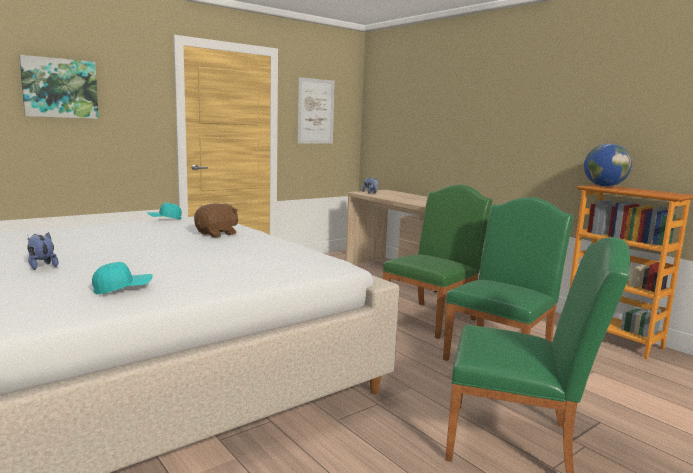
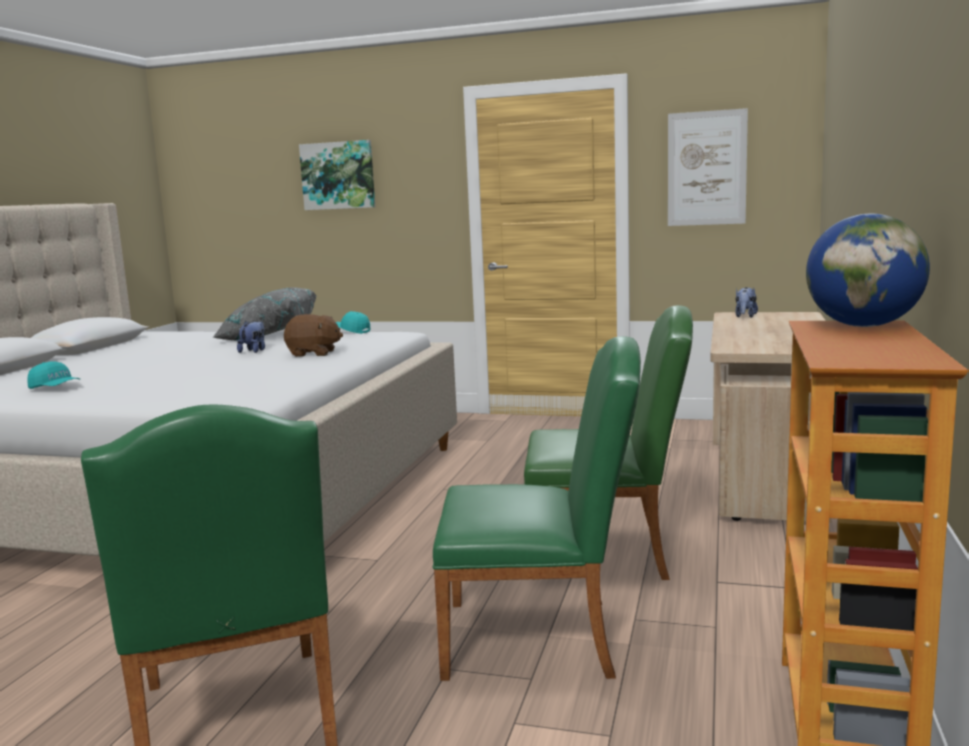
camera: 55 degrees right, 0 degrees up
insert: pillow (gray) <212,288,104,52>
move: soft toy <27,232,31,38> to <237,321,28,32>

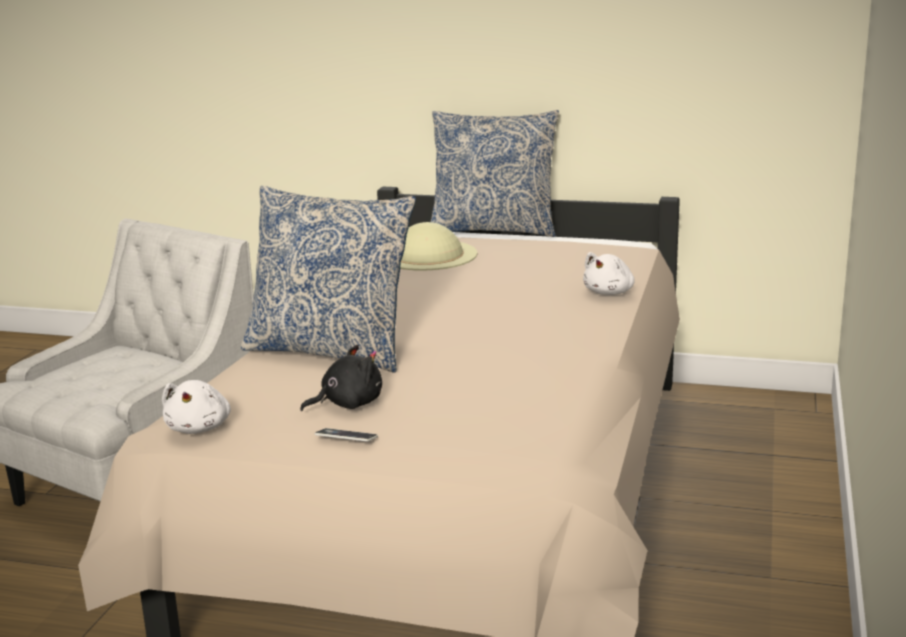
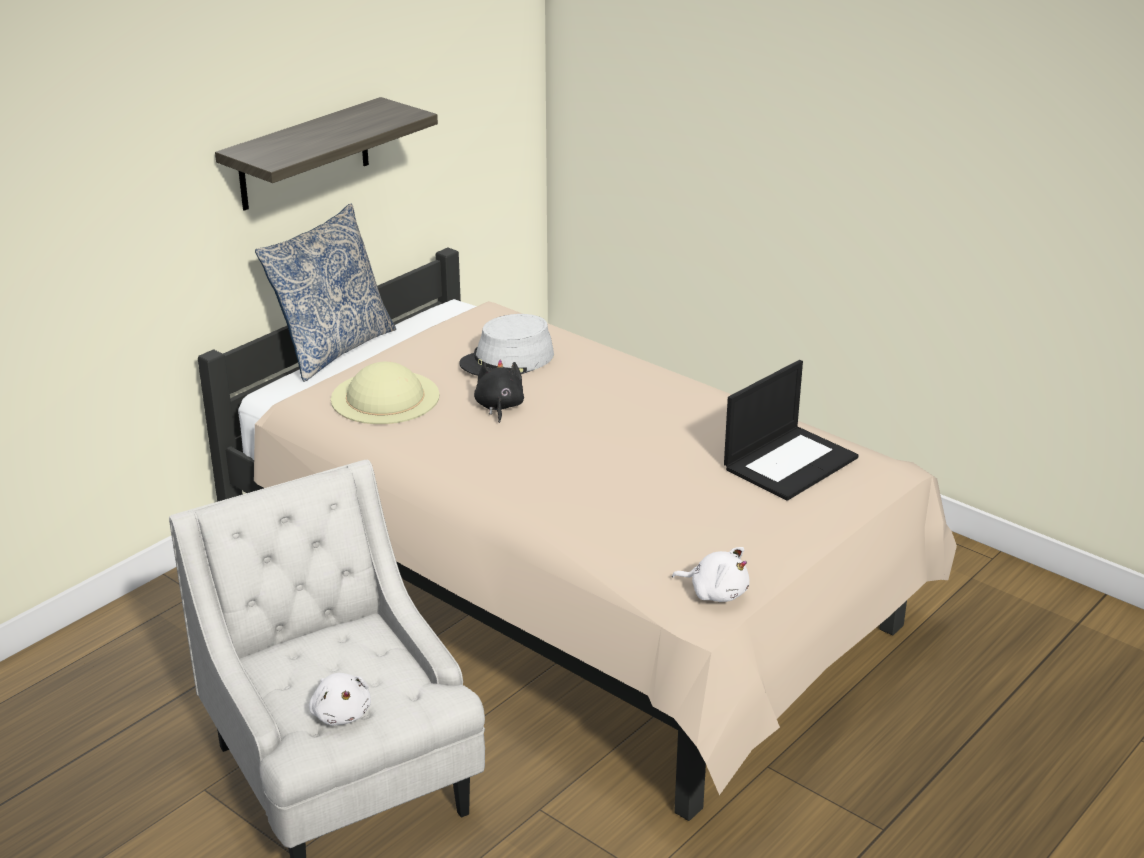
camera: 65 degrees left, 10 degrees up
delete: pillow <241,186,175,186>; handset <315,428,63,13>
insert: shelf <215,97,223,114>; hat (gray) <459,314,95,62>; notebook computer <724,360,135,141>
move: soft toy (black-coloured) <300,345,82,66> to <474,360,50,63>; soft toy (white-coloured) <583,252,52,43> to <309,673,62,52>

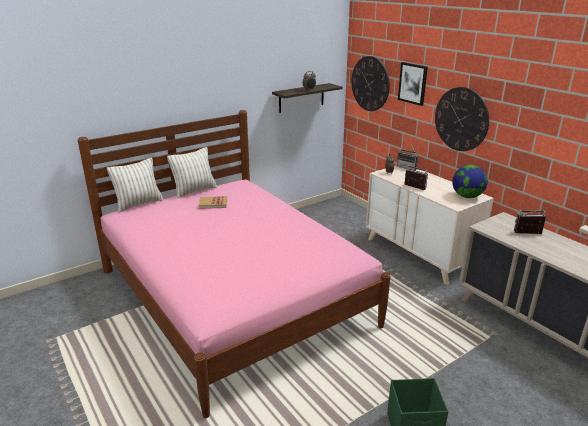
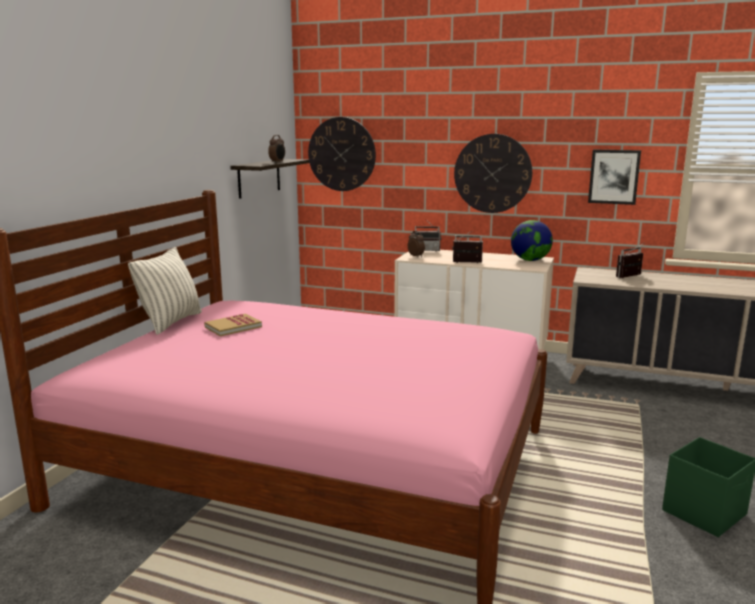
camera: 35 degrees left, 10 degrees down
delete: pillow <107,158,56,54>
move: wall picture <398,62,30,44> to <588,150,53,55>

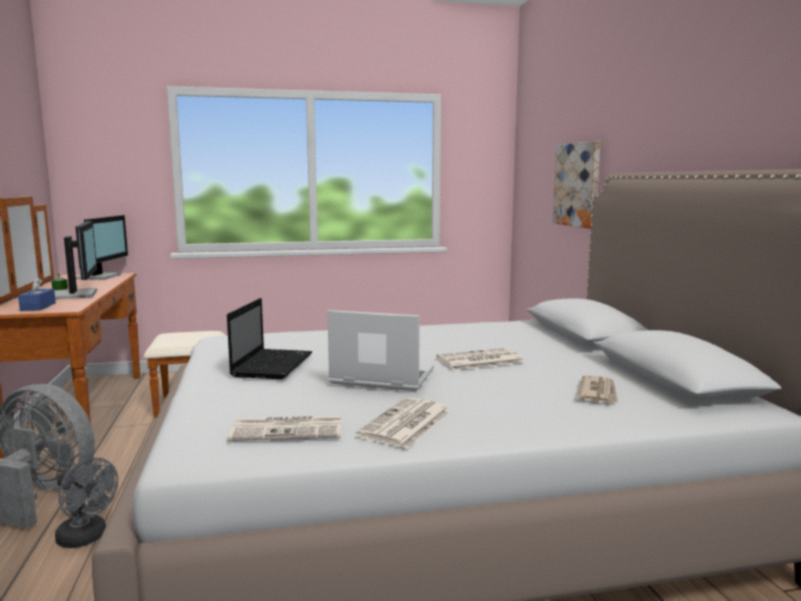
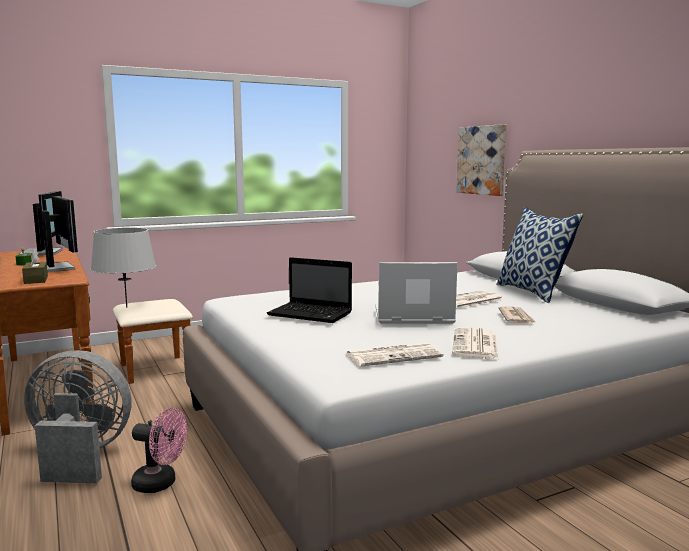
camera: 15 degrees left, 0 degrees up
insert: lamp for a table (gray) <91,228,65,79>; pillow <497,207,86,96>
move: printed paper <577,375,41,28> to <498,307,39,16>
recolor: box of tissues (bluish) <18,277,38,34> to box of tissues (brown) <22,250,26,34>; electric fan (gray) <55,458,63,90> to electric fan (pink) <131,408,56,85>
rotate: notebook computer <227,298,85,81> = <267,257,85,66> 120 degrees clockwise

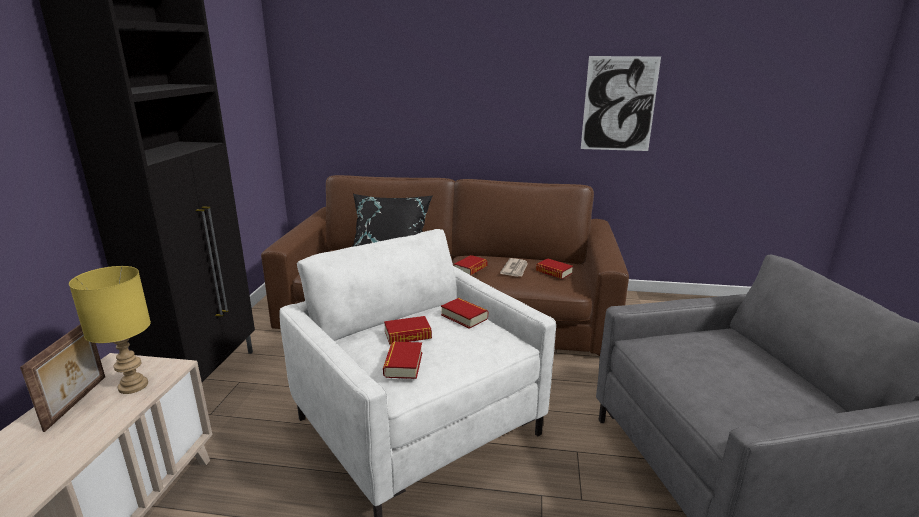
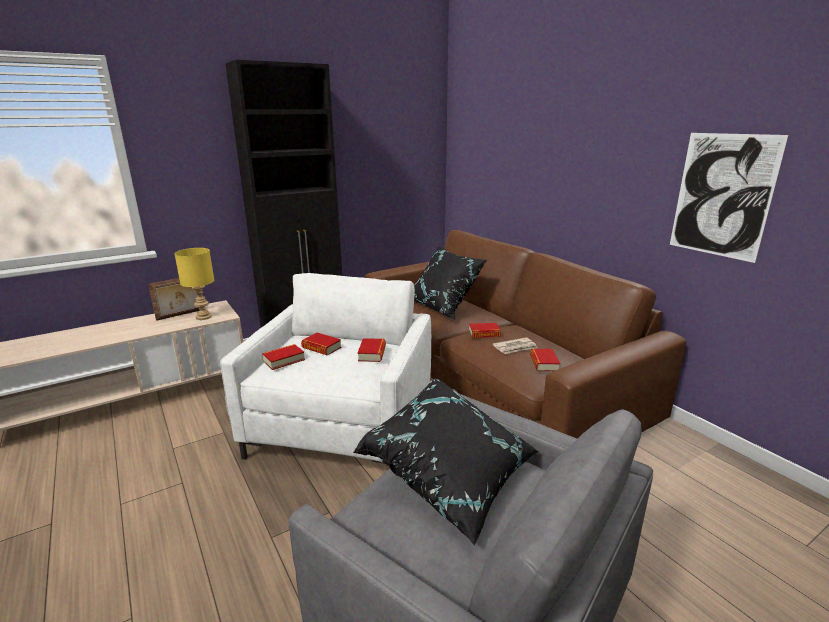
camera: 50 degrees right, 0 degrees up
insert: pillow (black-coloured) <353,378,186,168>

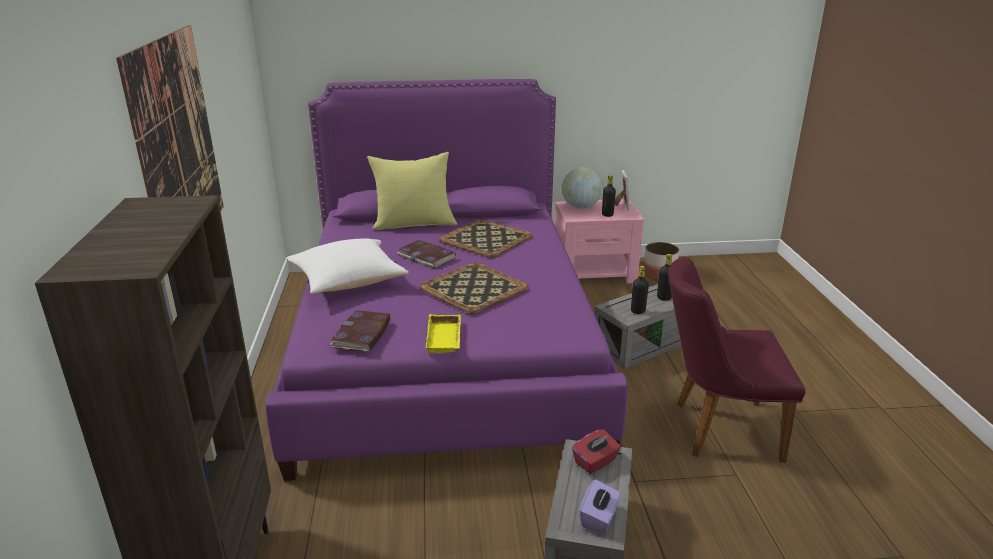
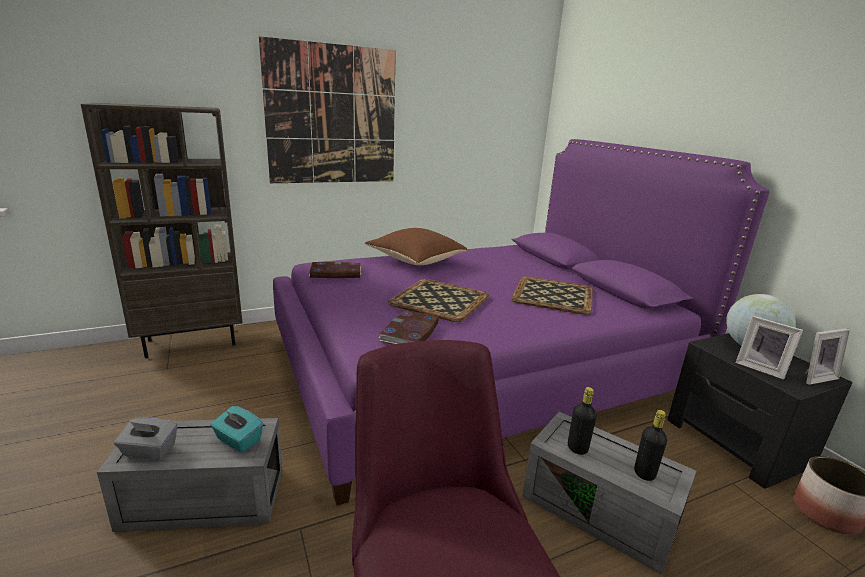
camera: 70 degrees right, 5 degrees down
delete: pillow (yellow) <367,152,90,78>; tray (yellow) <426,314,35,40>
move: bound book <397,240,59,29> to <378,310,61,35>
replace: beverage bottle (black-coloured) <602,175,14,42> to picture frame <736,316,67,64>
recolor: pillow (white-coloured) <286,238,123,56> to pillow (brown) <365,228,102,37>; bedside table (pink) <555,199,89,84> to bedside table (black-coloured) <667,333,186,156>; box of tissues (red-coloured) <572,429,49,45> to box of tissues (blue-green) <210,406,53,47>; box of tissues (purplish) <579,480,42,54> to box of tissues (gray) <114,418,63,41>

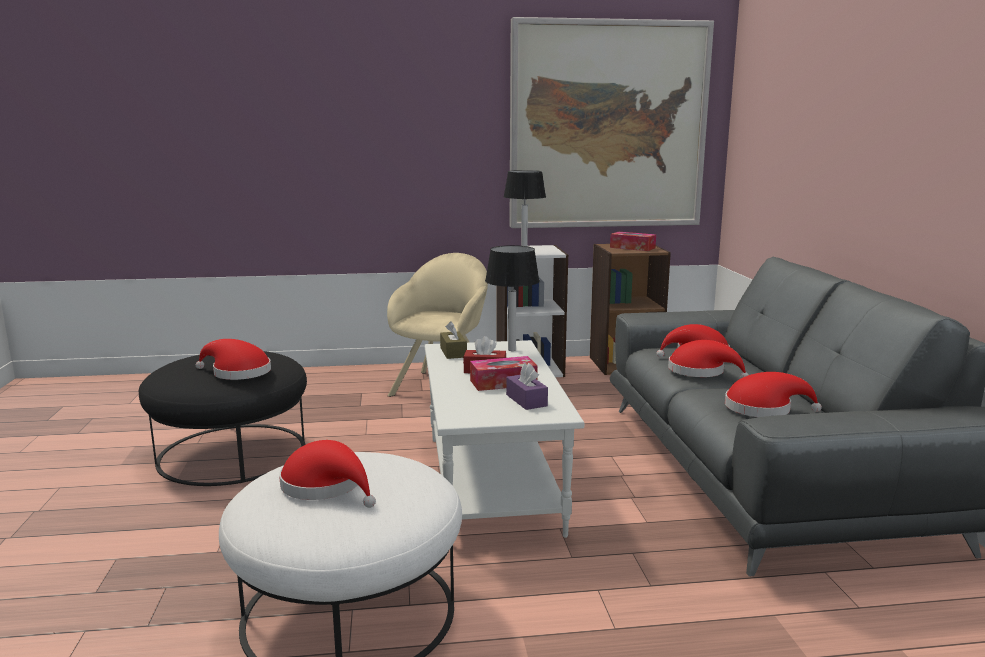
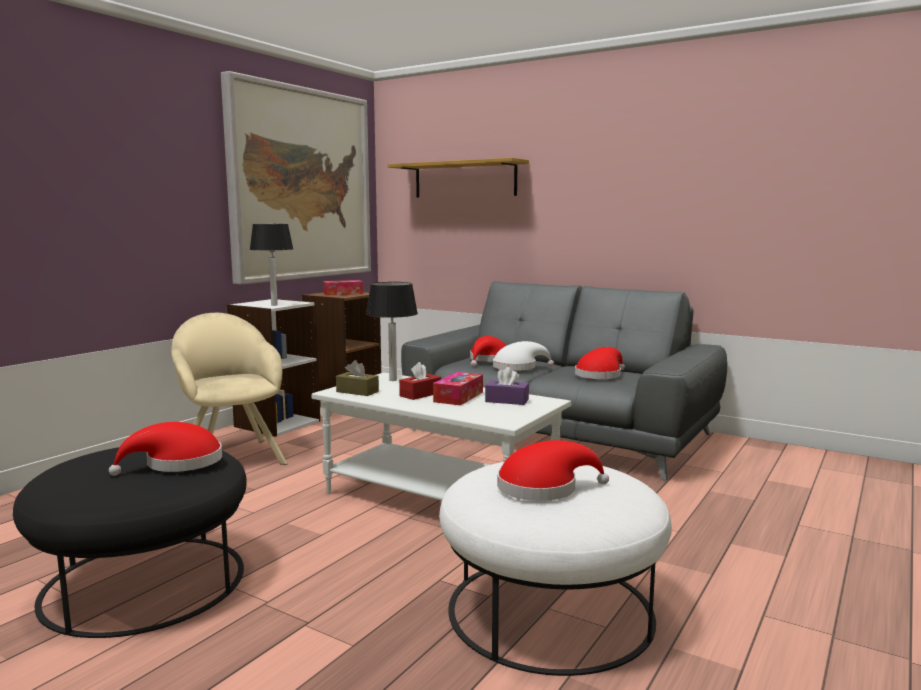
camera: 50 degrees left, 5 degrees down
insert: shelf <388,158,141,40>
recolor: hat (red-coloured) <668,340,81,38> to hat (white-coloured) <493,341,61,30>

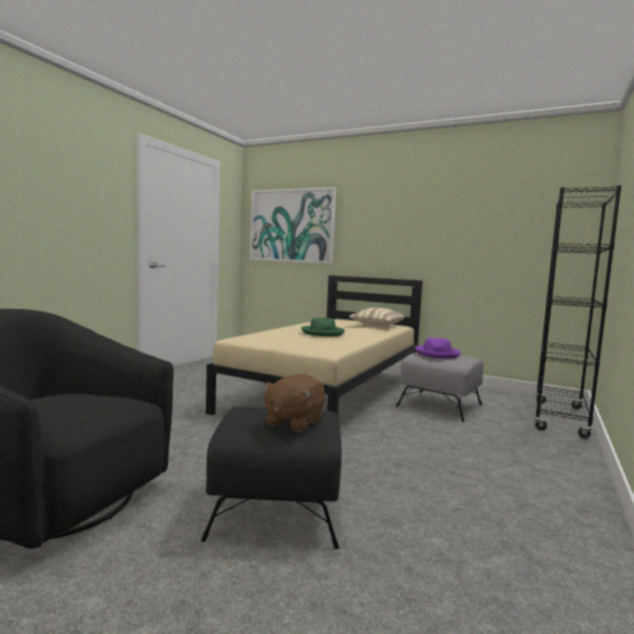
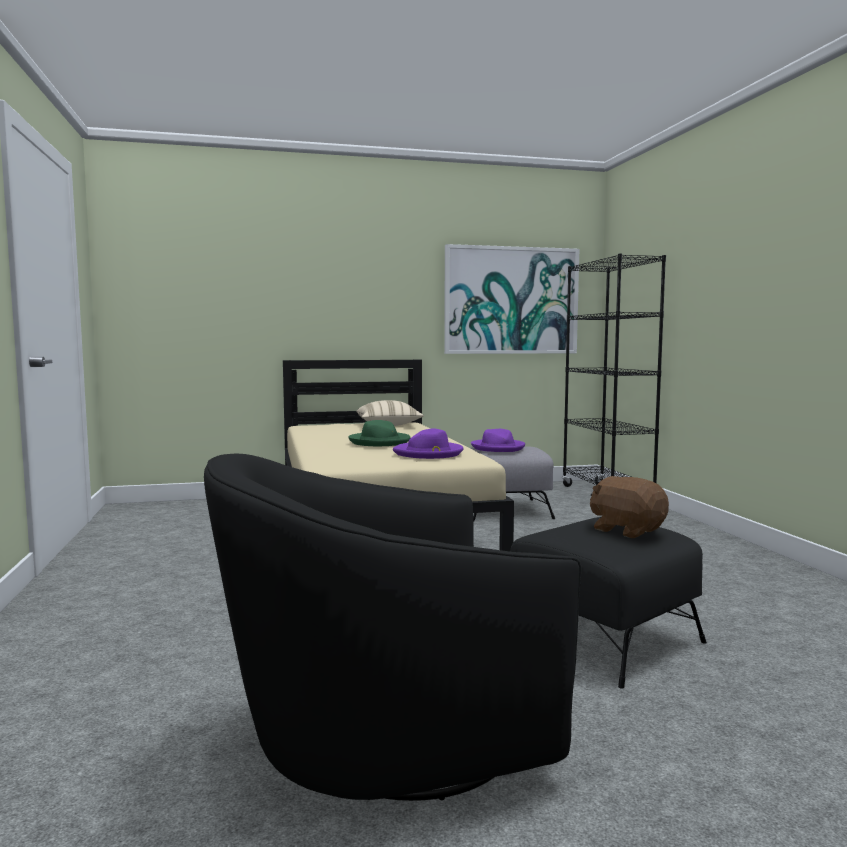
camera: 40 degrees left, 0 degrees up
insert: hat (purplish) <393,429,70,30>
move: wall picture <250,187,86,77> to <444,244,135,110>
rotate: soft toy (brown) <263,374,62,58> = <590,476,79,62> 150 degrees clockwise

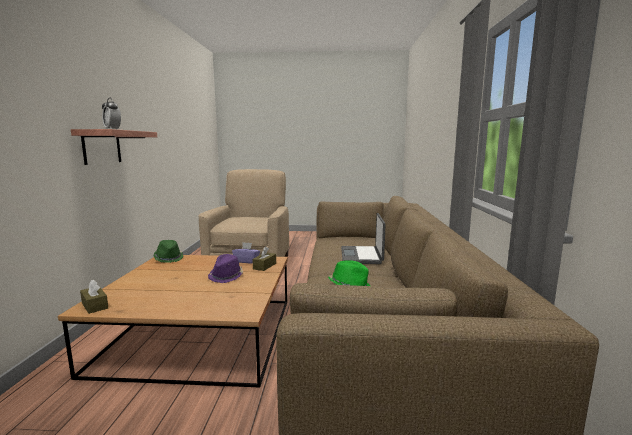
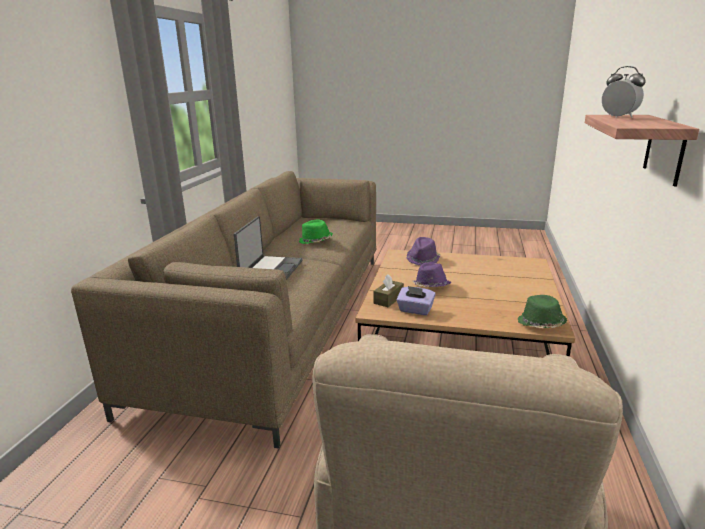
camera: 170 degrees left, 10 degrees up
delete: box of tissues (brown) <80,280,28,34>
insert: hat (purplish) <407,237,33,28>

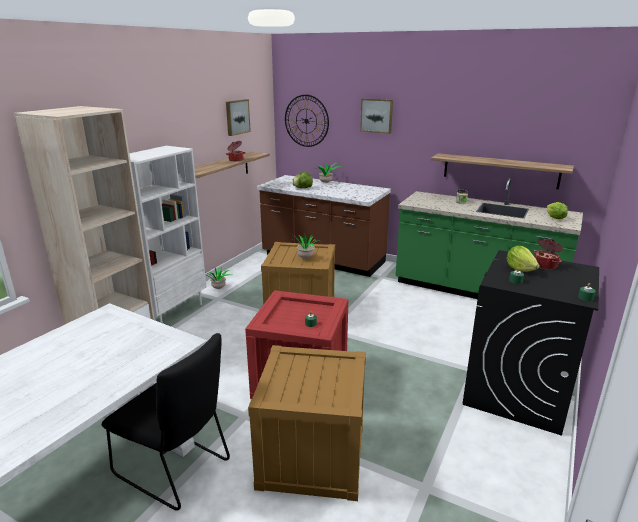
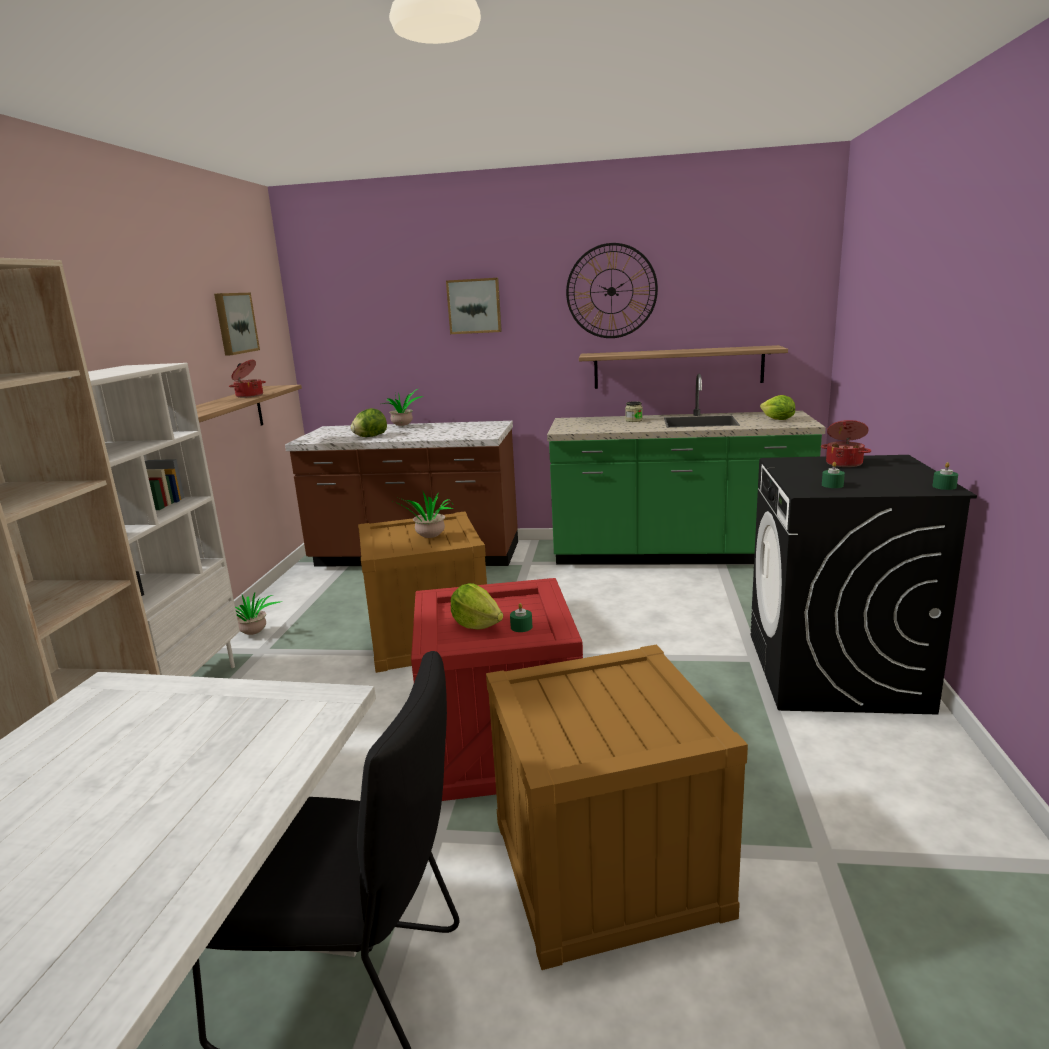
camera: 20 degrees left, 5 degrees down
move: wall clock <285,95,44,52> to <566,243,92,95>; lettuce head <506,246,34,26> to <451,583,52,47>

